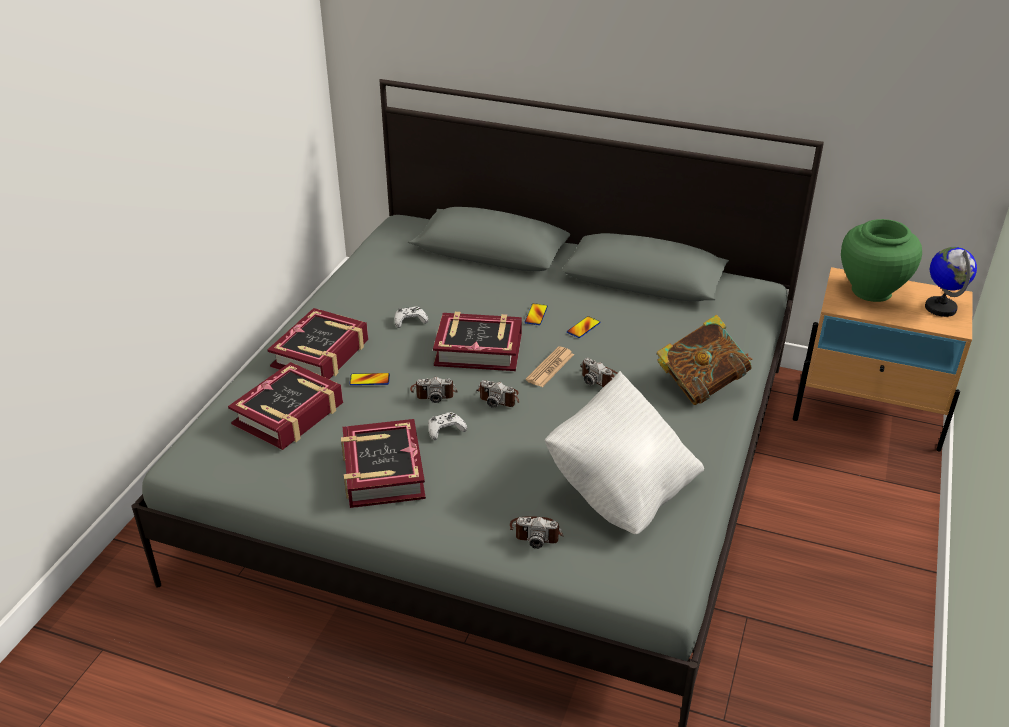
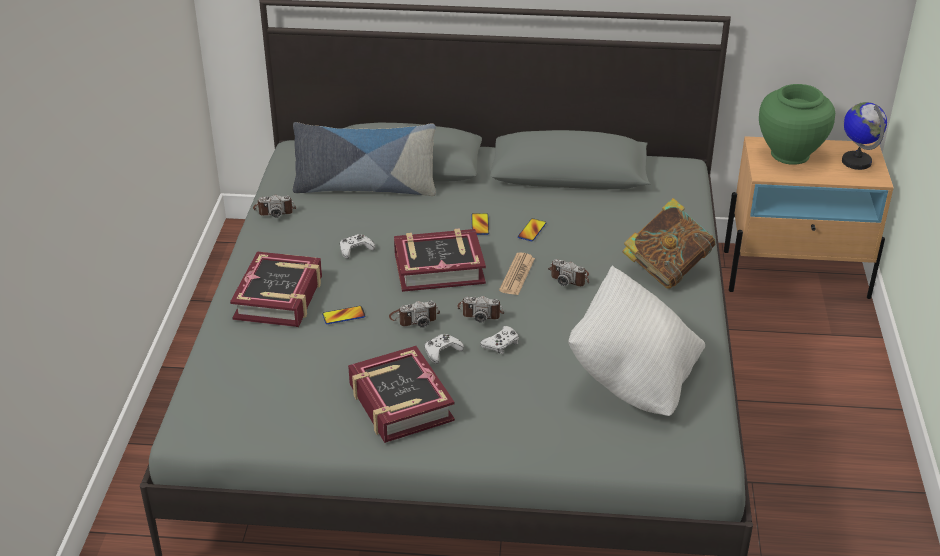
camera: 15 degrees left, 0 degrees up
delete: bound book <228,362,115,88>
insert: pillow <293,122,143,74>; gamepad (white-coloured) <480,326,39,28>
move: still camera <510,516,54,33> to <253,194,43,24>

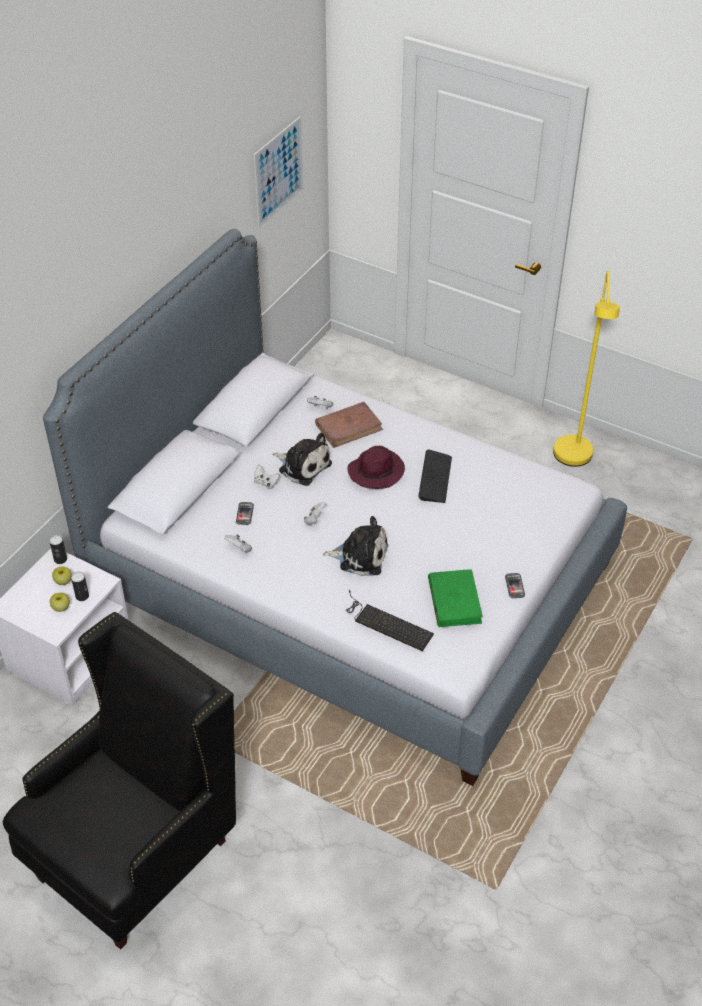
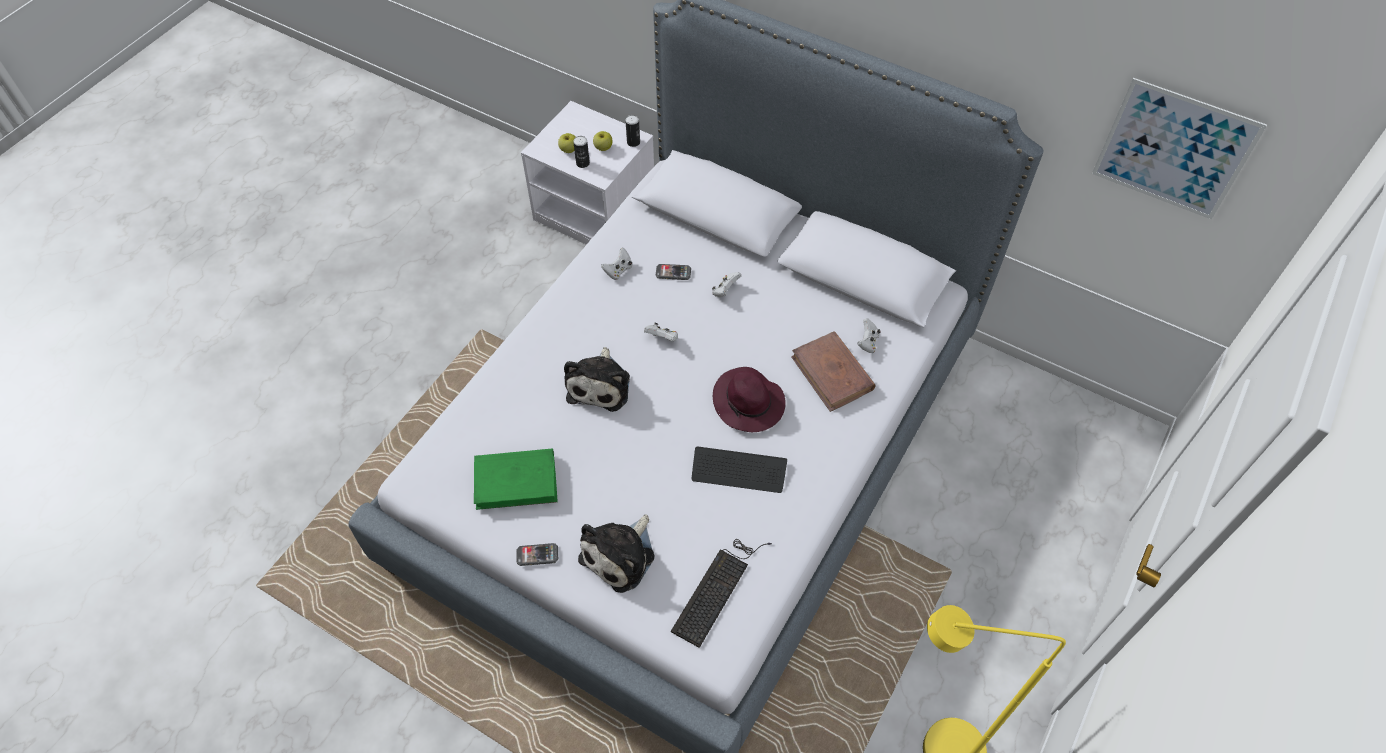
camera: 90 degrees right, 10 degrees up
delete: lounge chair (black-coloured) <3,612,233,338>
move: soft toy <273,433,59,53> to <578,514,77,79>; keyboard <346,590,88,61> to <671,539,101,109>

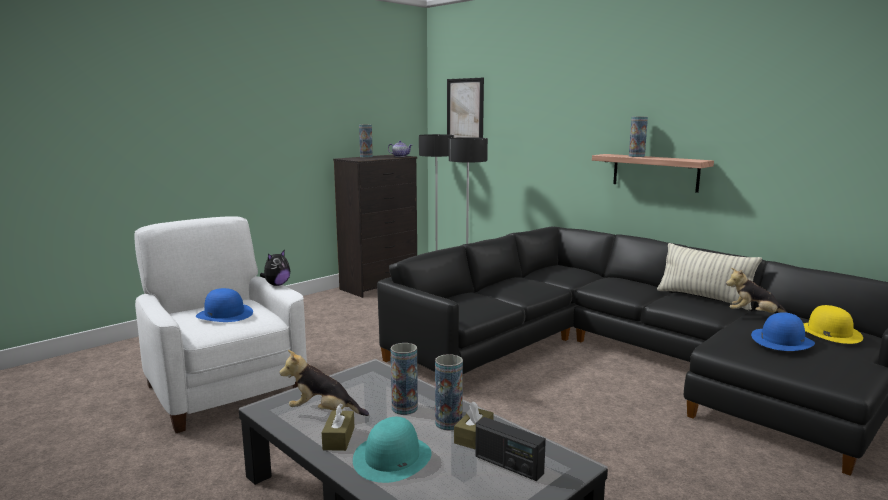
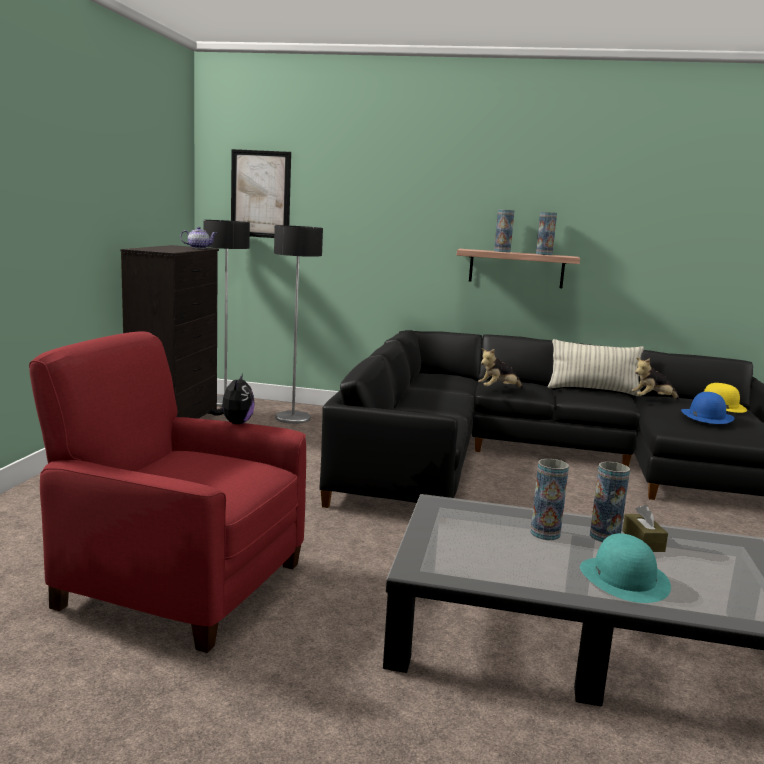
camera: 35 degrees left, 0 degrees up
delete: hat (bluish) <196,288,57,34>; box of tissues (brown) <322,403,33,48>; radio set <475,417,71,64>
move: soft toy <279,350,90,66> to <478,348,45,40>; decorative vase <359,124,14,33> to <536,212,21,43>
recolor: lounge chair (white-coloured) <134,216,173,217> to lounge chair (red-coloured) <29,331,277,322>

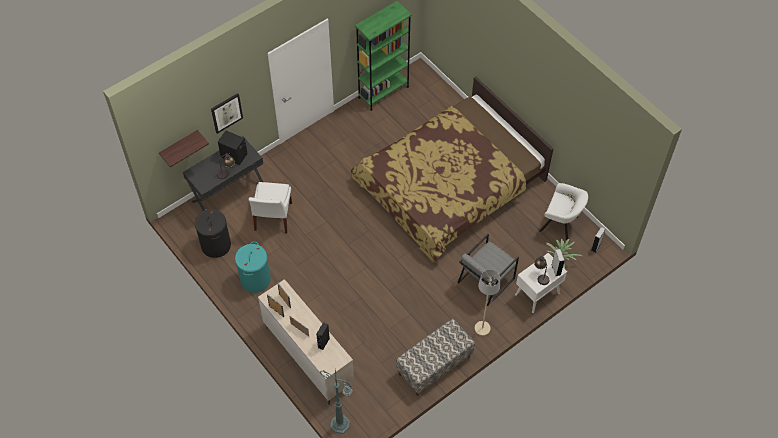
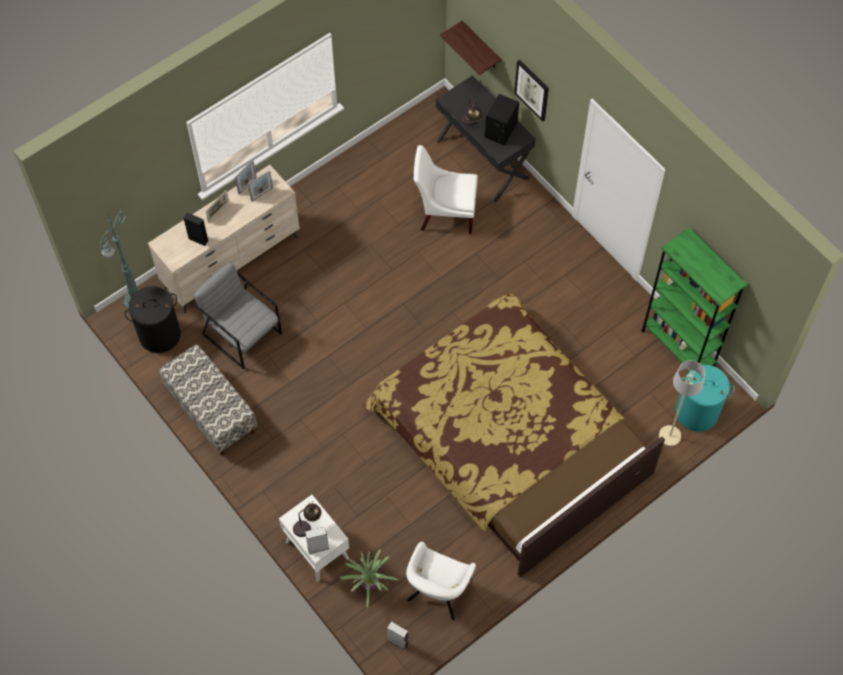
camera: 90 degrees right, 5 degrees up
move: hamper (black-coloured) <195,208,36,50> to <125,286,56,67>; hamper (blue-green) <235,242,36,51> to <676,365,59,67>; lounge chair (gray) <458,234,61,72> to <193,263,89,107>; standard lamp (beige) <475,269,25,67> to <659,360,46,86>

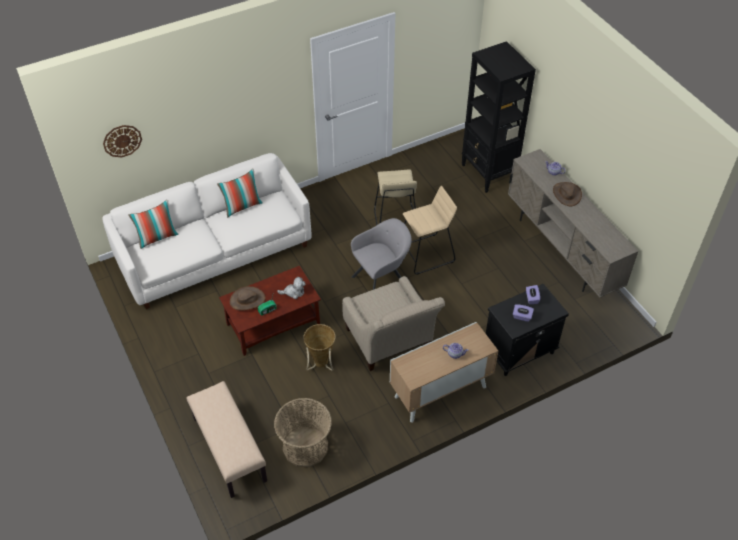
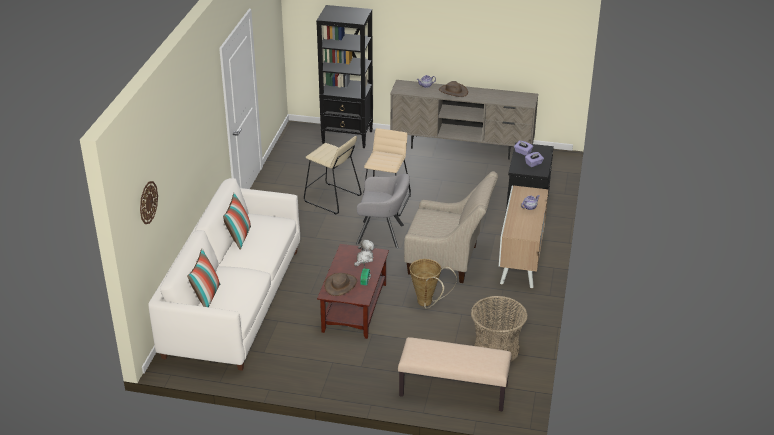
camera: 50 degrees left, 15 degrees down
rotate: lounge chair (gray) <351,218,61,72> = <356,174,54,74> 90 degrees clockwise

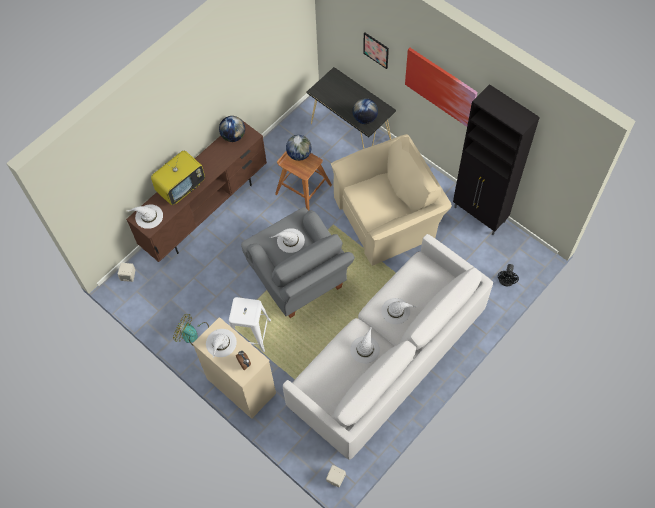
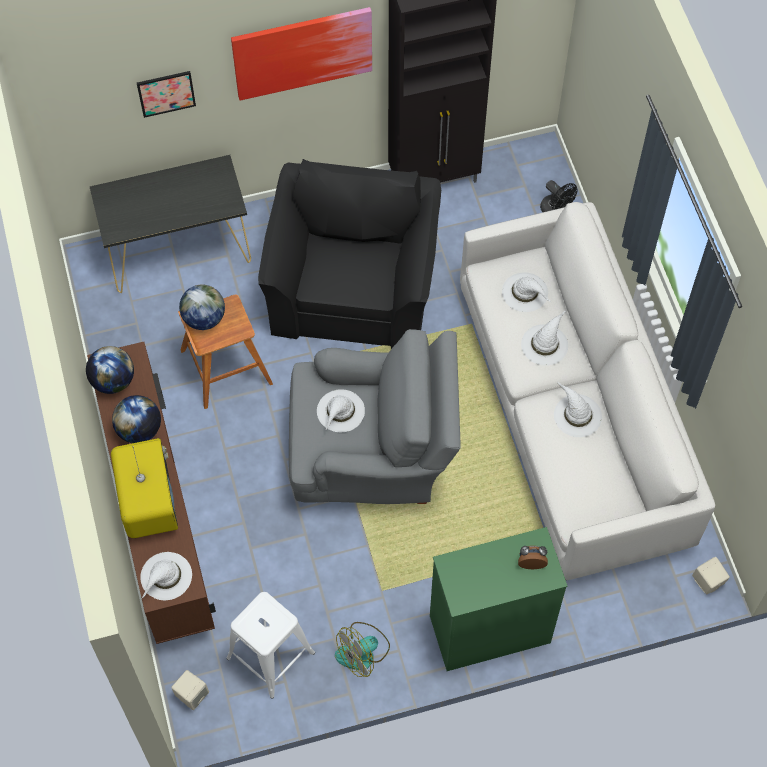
camera: 60 degrees left, 0 degrees up
move: hat (white-coloured) <206,329,31,28> to <502,272,49,40>; stool seat (white-coloured) <229,297,42,55> to <226,592,89,107>; world globe <352,98,26,26> to <112,395,49,48>
recolor: drawer chest (beige) <192,317,84,102> to drawer chest (green) <430,527,138,144>; lounge chair (beige) <331,134,121,132> to lounge chair (black-coloured) <258,159,183,190>

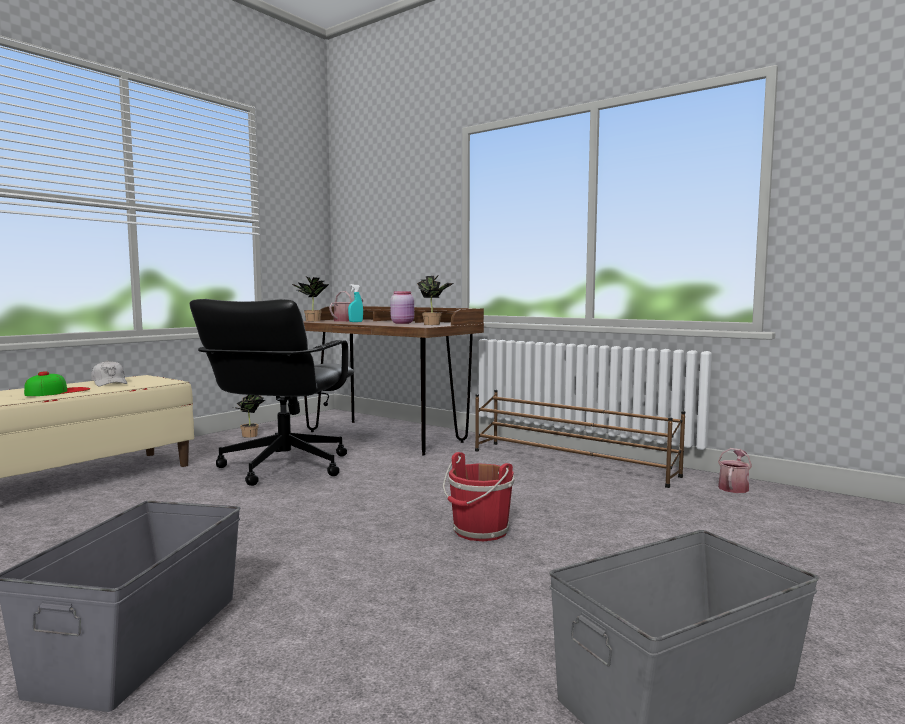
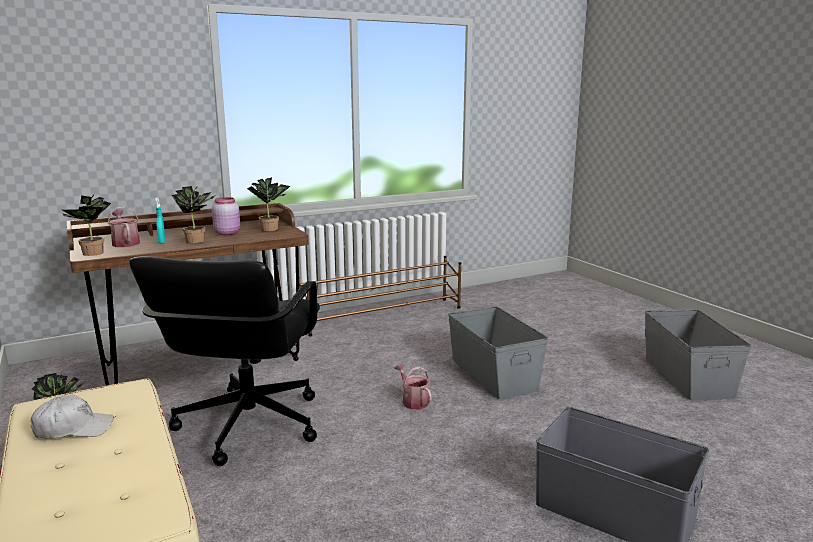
camera: 65 degrees left, 10 degrees up
delete: baseball cap <24,371,66,25>
insert: potted plant <172,186,43,57>
move: sprinkling can <718,448,34,45> to <394,363,38,47>
replace: bucket (red-coloured) <443,452,72,89> to storage container (gray) <448,306,100,93>
rotate: computer chair (black-coloured) <190,299,164,187> = <129,256,191,210> 60 degrees clockwise

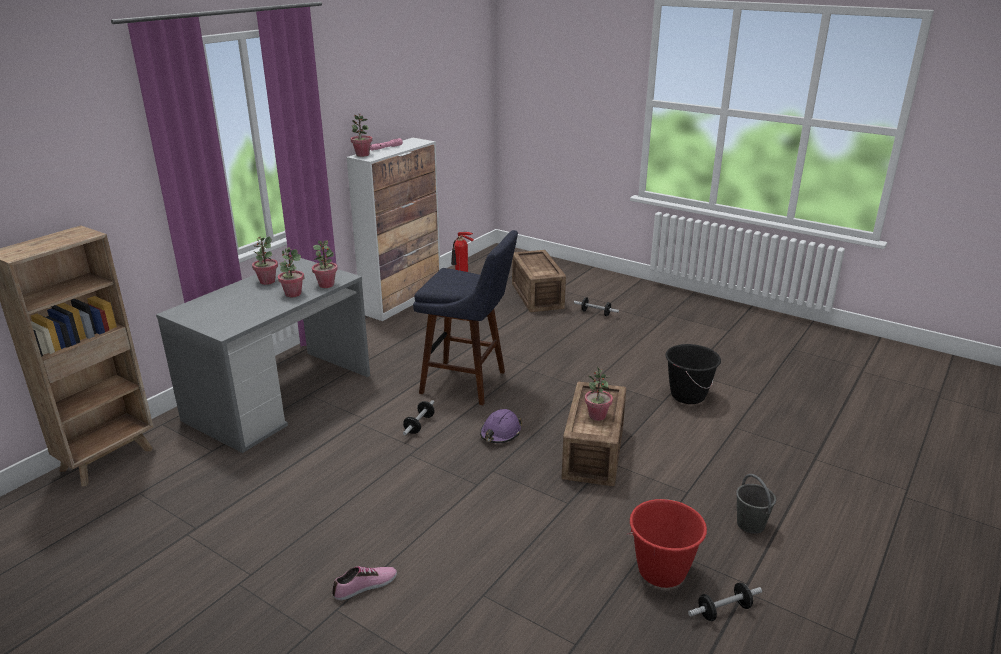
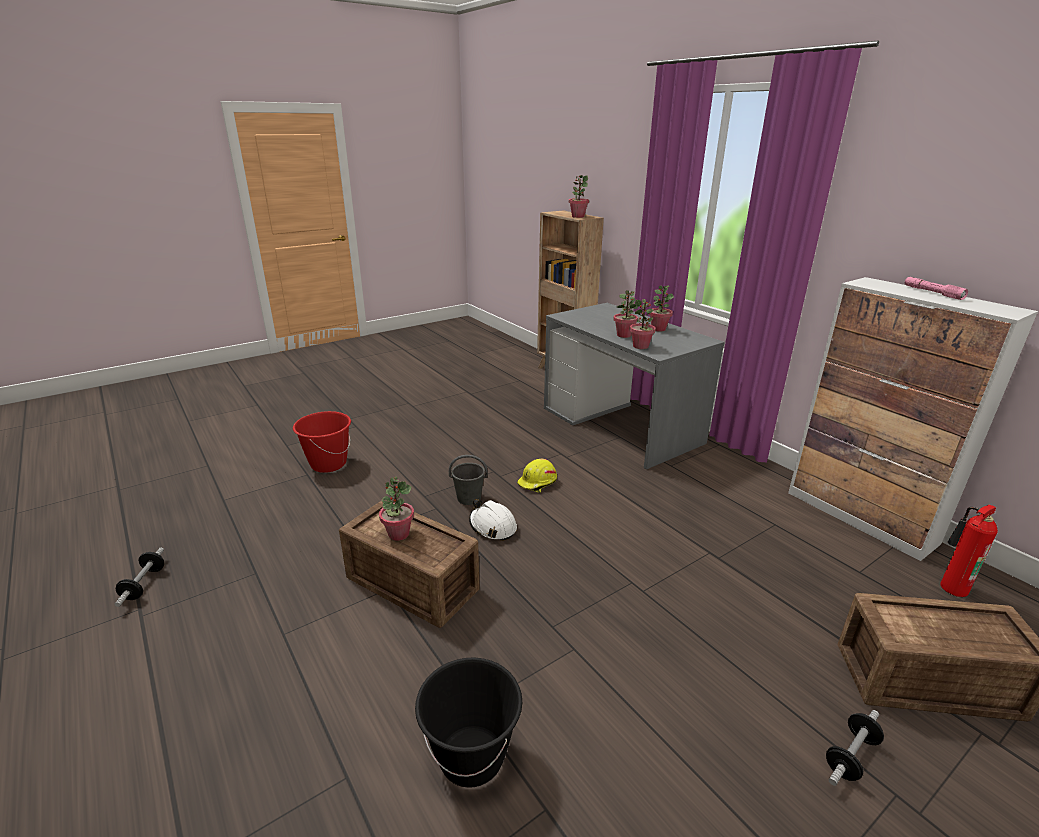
camera: 110 degrees right, 0 degrees up
delete: shoe <332,566,65,34>; stool seat (bluish) <413,230,105,175>
move: potted plant <350,114,22,43> to <569,175,20,43>; bucket (red-coloured) <627,499,80,89> to <293,411,58,62>; bucket (gray) <736,474,40,60> to <449,455,39,50>
replace: hand weight <403,400,31,35> to safety helmet (yellow) <517,459,40,34>
recolor: safety helmet (purplish) <480,409,42,34> to safety helmet (white-coloured) <469,499,48,42>

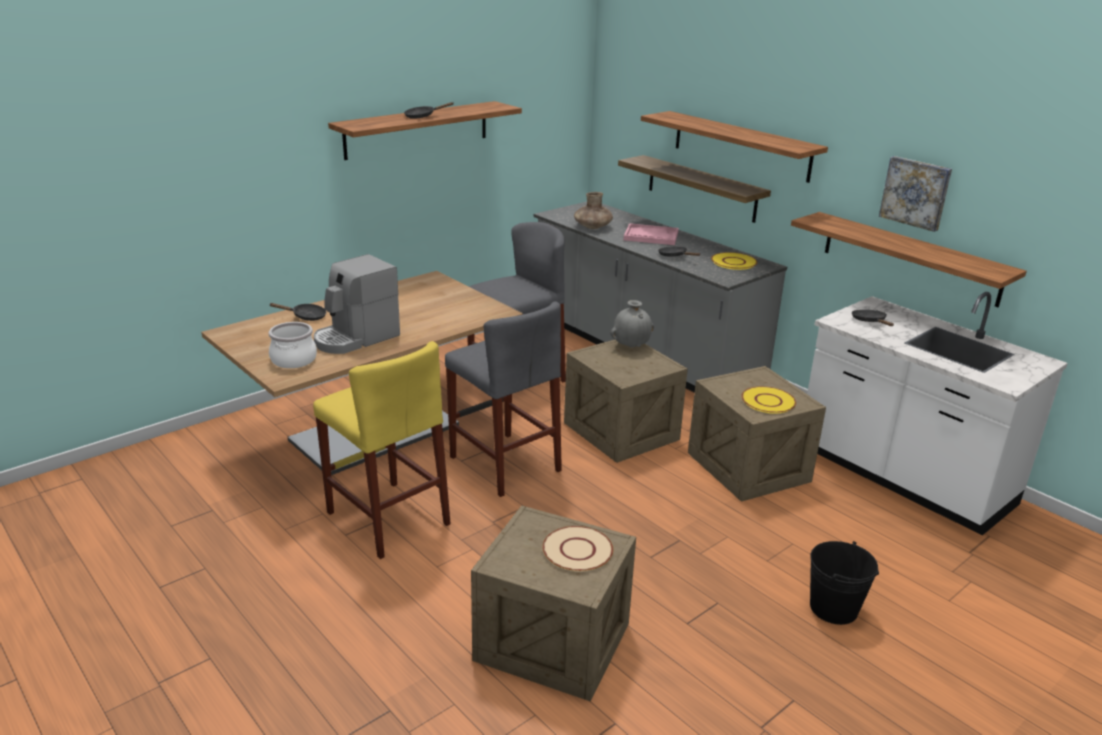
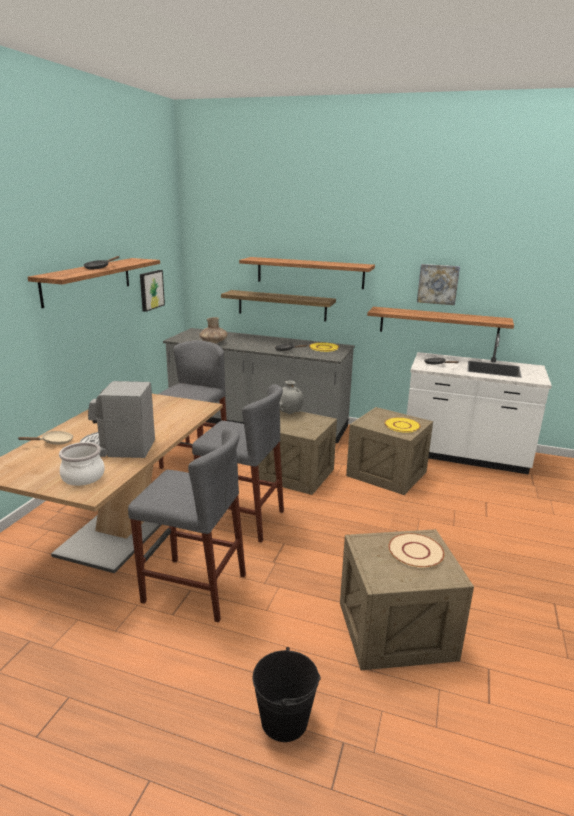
camera: 30 degrees left, 5 degrees down
delete: tray (pink) <624,223,55,22>
insert: wall picture <140,270,25,42>
move: bucket (black-coloured) <810,541,69,84> to <253,647,68,95>
recolor: frying pan (black-coloured) <269,303,57,18> to frying pan (beige) <18,431,55,14>; stool seat (yellow) <313,341,138,218> to stool seat (gray) <128,427,118,195>
rotate: coffee maker <314,254,86,100> = <80,381,75,77> 75 degrees clockwise

